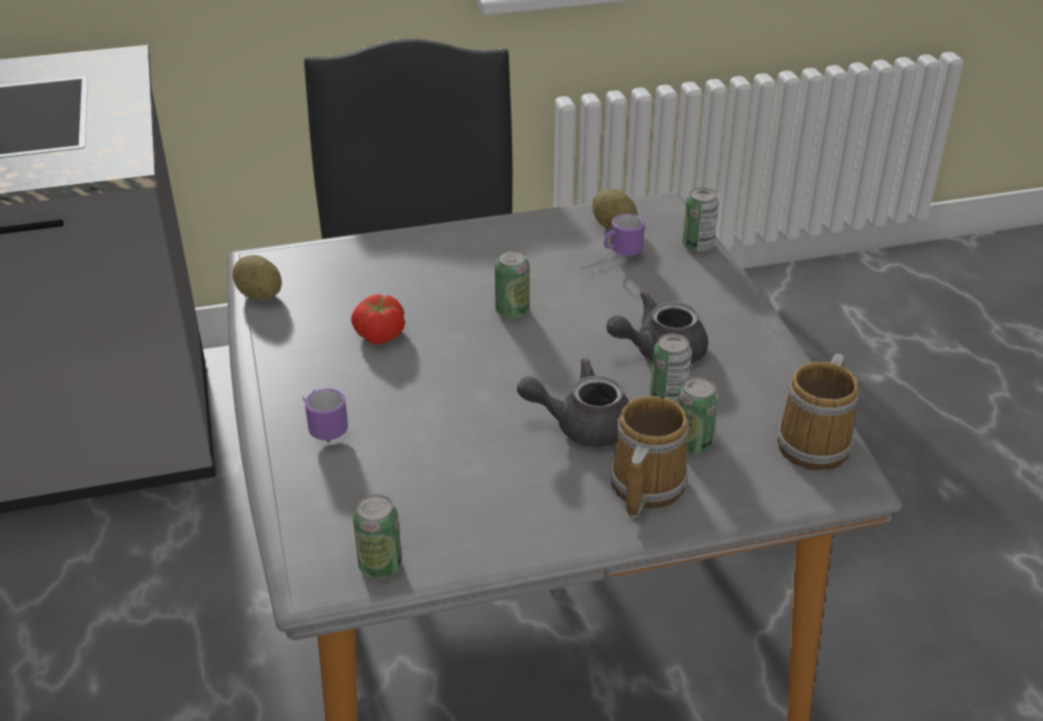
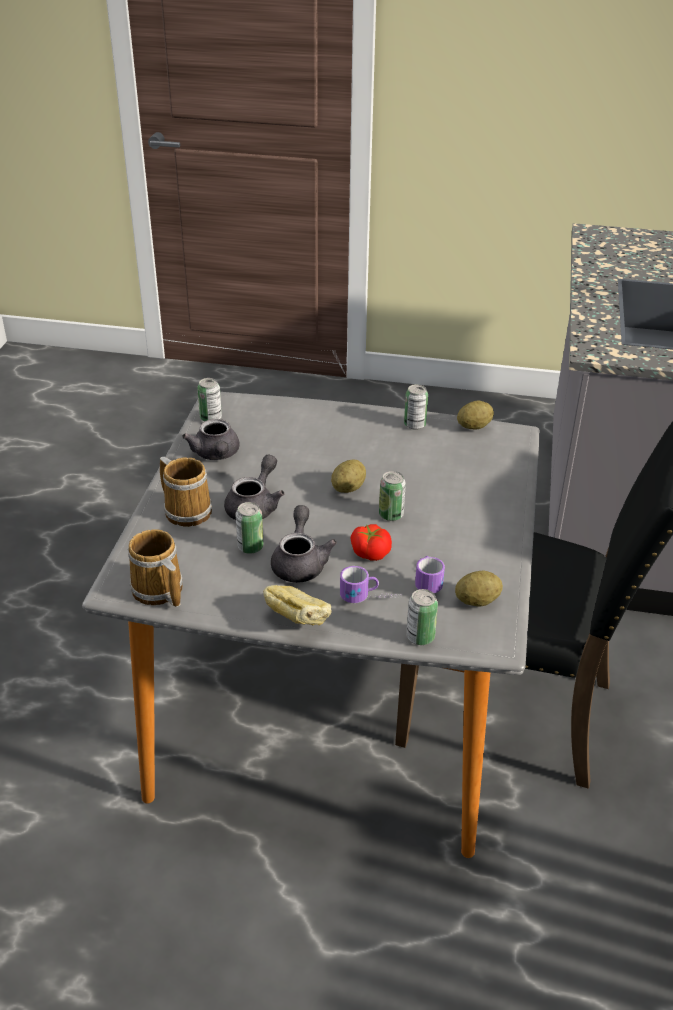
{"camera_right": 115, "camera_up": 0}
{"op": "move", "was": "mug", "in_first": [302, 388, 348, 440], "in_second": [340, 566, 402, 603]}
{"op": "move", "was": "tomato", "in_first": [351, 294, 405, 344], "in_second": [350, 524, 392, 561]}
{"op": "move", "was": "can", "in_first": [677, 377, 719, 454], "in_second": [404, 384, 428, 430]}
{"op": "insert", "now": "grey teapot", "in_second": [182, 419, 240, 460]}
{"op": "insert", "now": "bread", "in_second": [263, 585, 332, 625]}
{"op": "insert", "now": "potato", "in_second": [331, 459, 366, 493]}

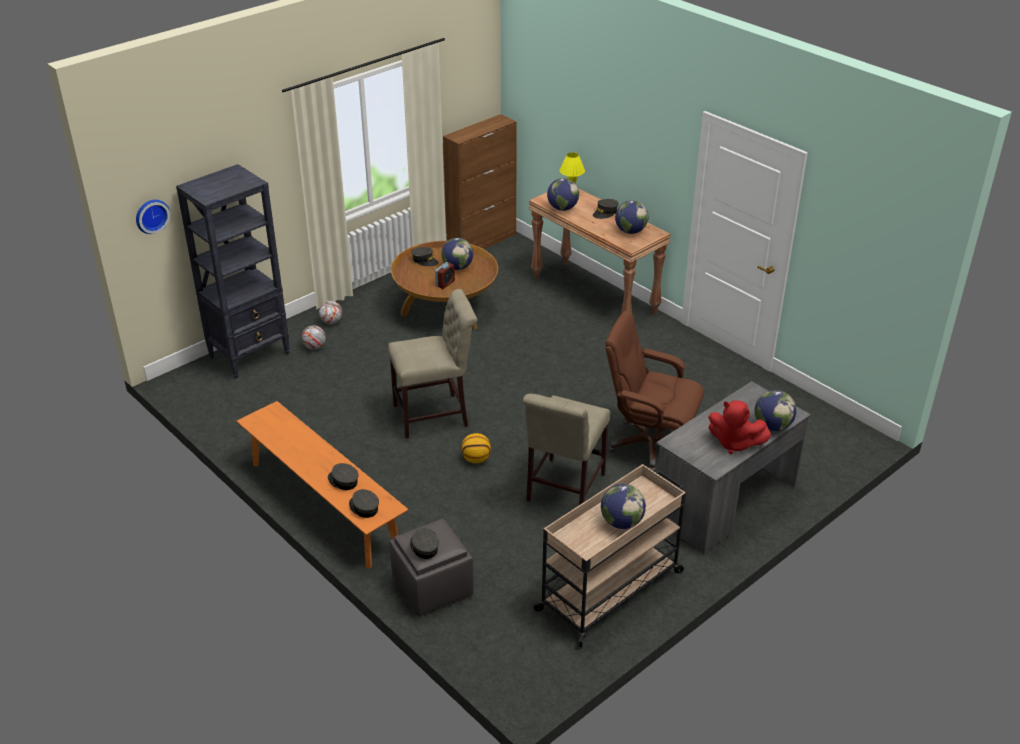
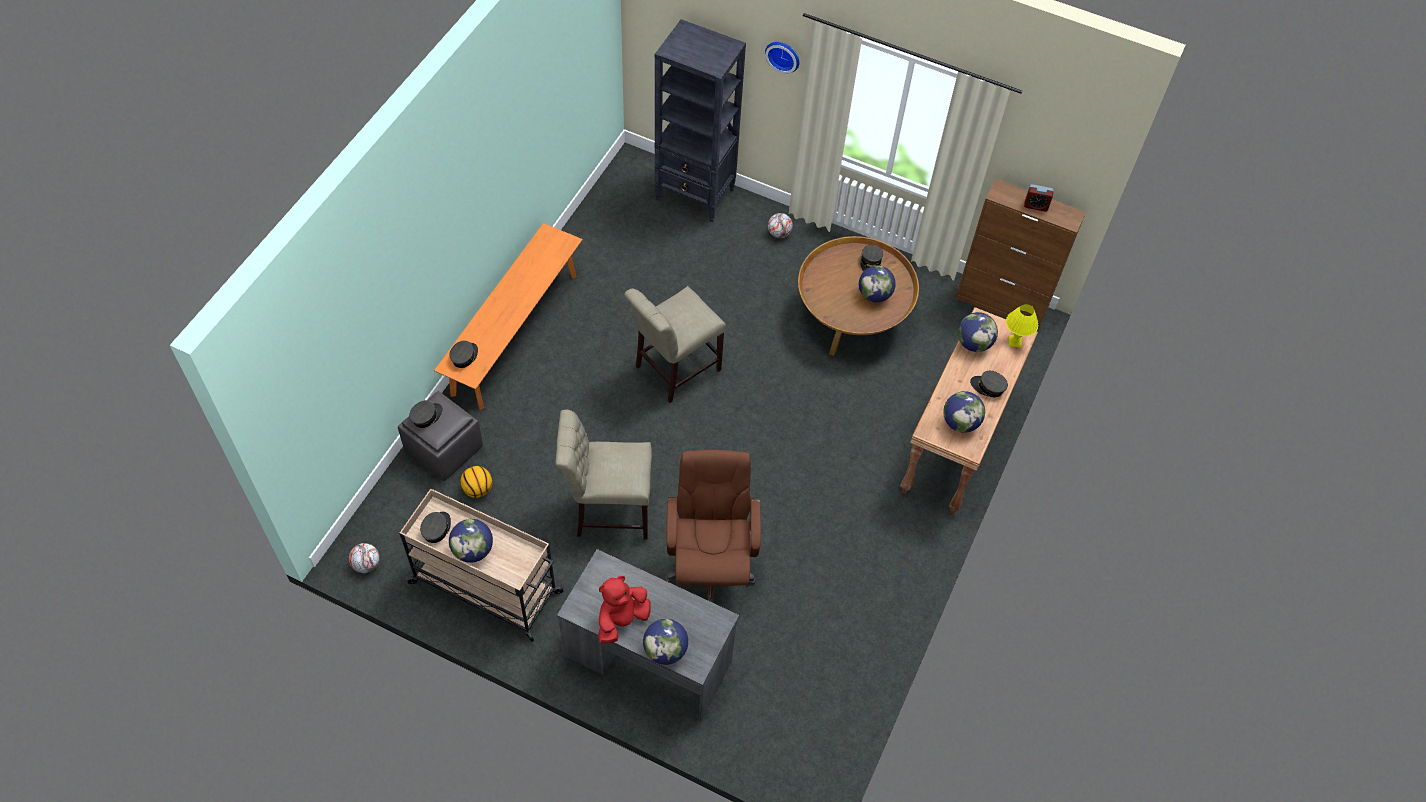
{"camera_right": 65, "camera_up": 20}
{"op": "move", "was": "wall clock", "in_first": [136, 200, 170, 234], "in_second": [765, 42, 799, 74]}
{"op": "move", "was": "football", "in_first": [301, 325, 326, 350], "in_second": [349, 543, 380, 573]}
{"op": "move", "was": "grey cap", "in_first": [328, 463, 359, 490], "in_second": [420, 512, 451, 543]}
{"op": "rotate", "was": "beige chair", "in_first": [388, 289, 477, 439], "in_second": [624, 286, 726, 403], "clockwise": 90}
{"op": "move", "was": "alarm clock", "in_first": [435, 262, 455, 289], "in_second": [1024, 184, 1054, 212]}
{"op": "move", "was": "basketball", "in_first": [461, 433, 491, 464], "in_second": [461, 466, 492, 498]}
{"op": "rotate", "was": "red plush toy", "in_first": [708, 400, 771, 454], "in_second": [598, 576, 651, 644], "clockwise": 45}

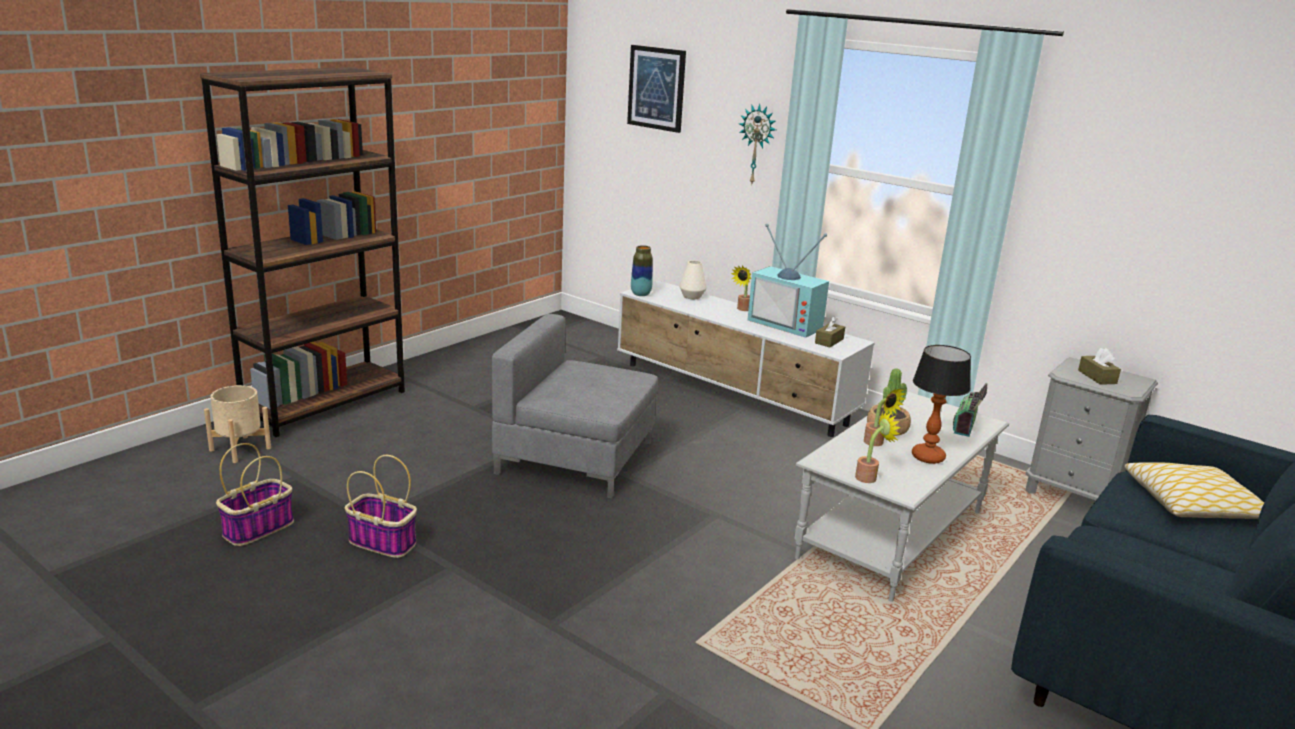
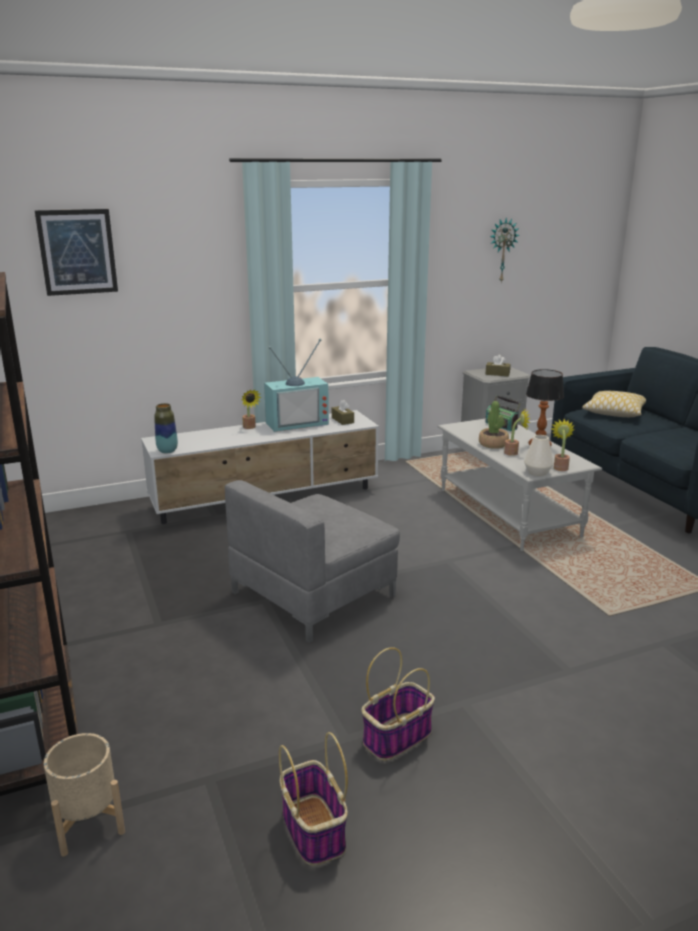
{"camera_right": -60, "camera_up": 0}
{"op": "move", "was": "white vase", "in_first": [679, 260, 707, 299], "in_second": [524, 435, 554, 476]}
{"op": "move", "was": "wall clock", "in_first": [739, 104, 776, 185], "in_second": [490, 217, 520, 282]}

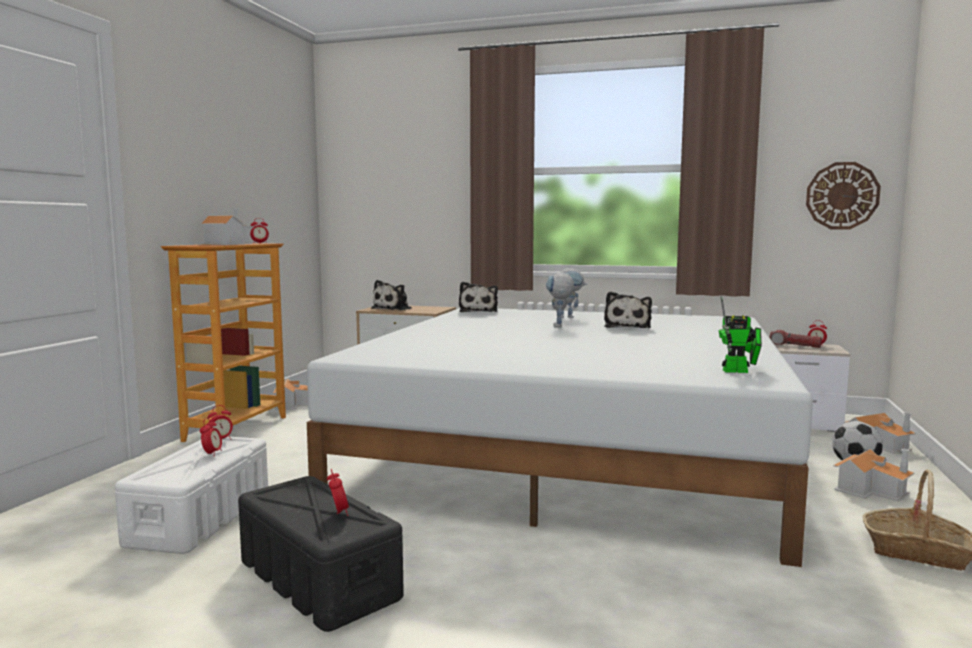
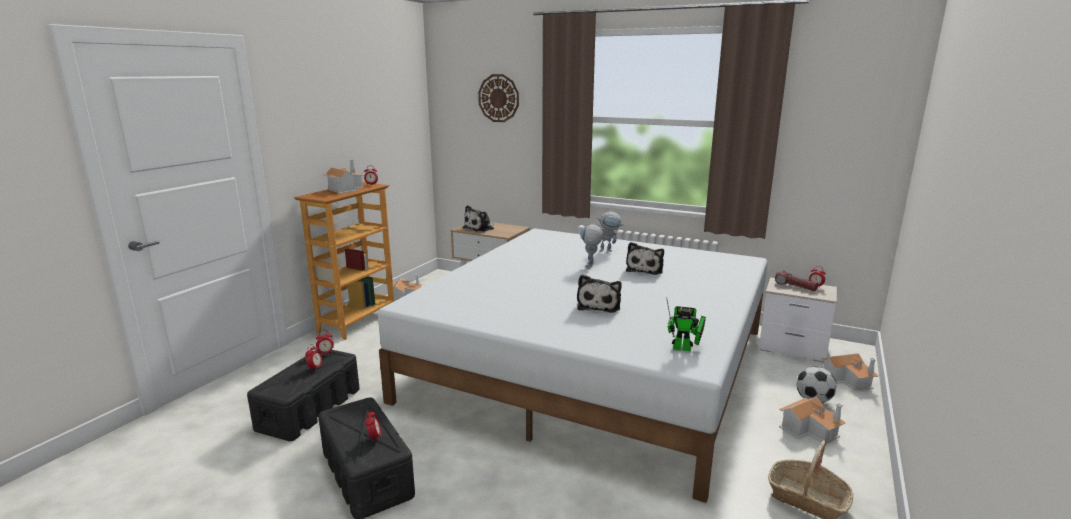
{"camera_right": 10, "camera_up": 10}
{"op": "recolor", "was": "white storage box", "now": "black storage box", "in_first": [115, 436, 268, 554], "in_second": [247, 350, 360, 441]}
{"op": "move", "was": "plush toy", "in_first": [459, 281, 498, 312], "in_second": [577, 274, 622, 313]}
{"op": "move", "was": "wall clock", "in_first": [806, 162, 881, 229], "in_second": [478, 74, 519, 122]}

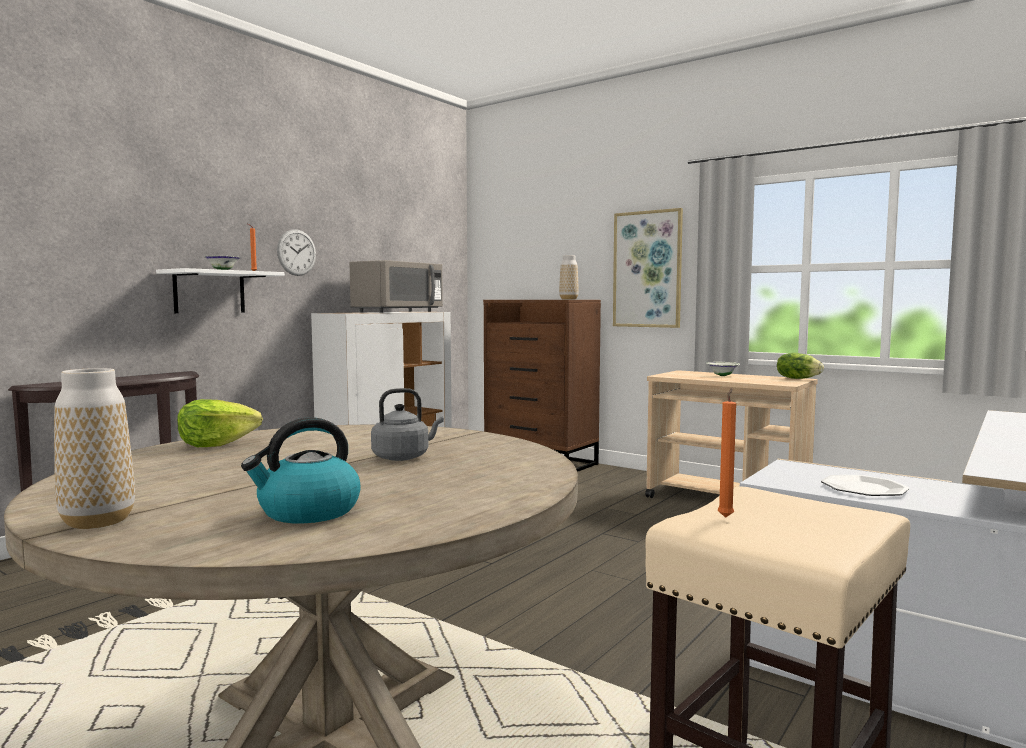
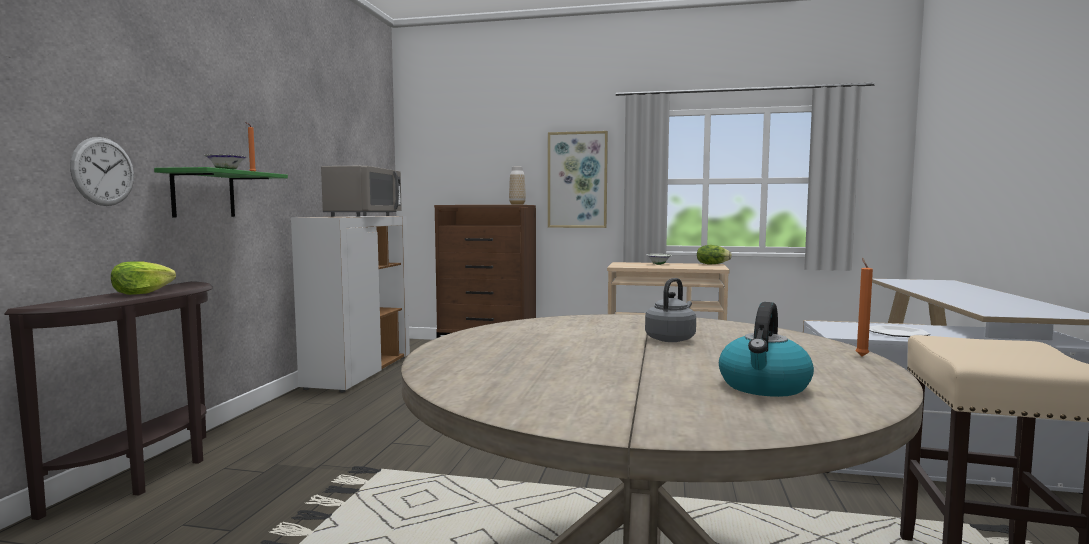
{"camera_right": -25, "camera_up": 0}
{"op": "delete", "was": "vase", "in_first": [54, 368, 135, 529]}
{"op": "recolor", "was": "white shelf", "now": "green shelf", "in_first": [156, 268, 285, 313], "in_second": [154, 167, 288, 218]}
{"op": "move", "was": "lettuce", "in_first": [177, 399, 263, 447], "in_second": [111, 261, 176, 295]}
{"op": "move", "was": "wall clock", "in_first": [277, 229, 316, 276], "in_second": [70, 137, 134, 206]}
{"op": "move", "was": "orange candle", "in_first": [718, 388, 736, 518], "in_second": [855, 258, 873, 356]}

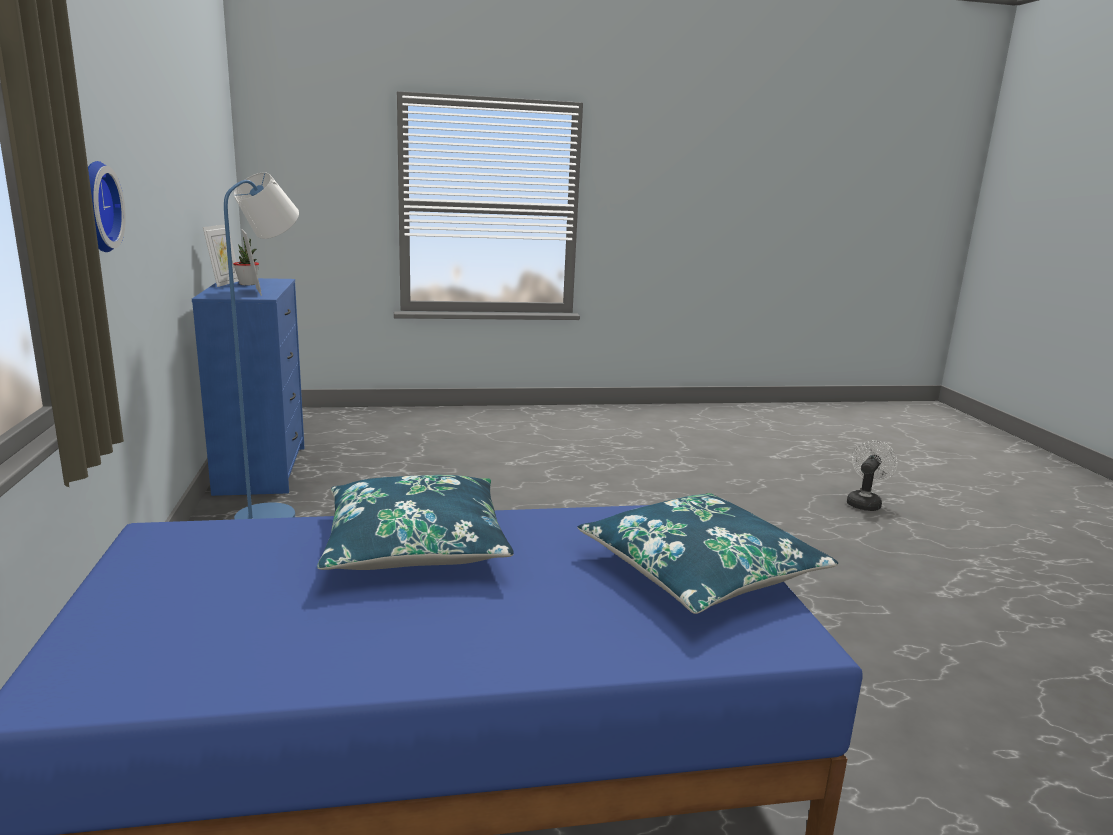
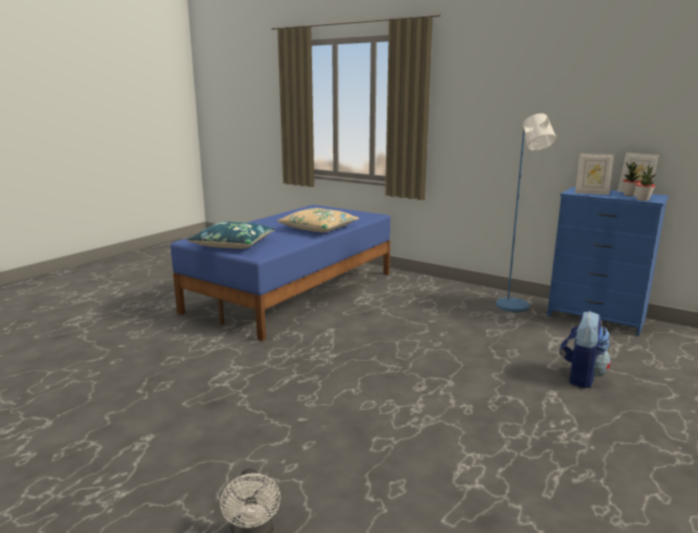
{"camera_right": 135, "camera_up": 0}
{"op": "delete", "was": "wall clock", "in_first": [88, 161, 126, 252]}
{"op": "recolor", "was": "blue pillow", "now": "beige pillow", "in_first": [317, 475, 514, 570], "in_second": [277, 208, 359, 232]}
{"op": "insert", "now": "backpack", "in_second": [559, 311, 611, 388]}
{"op": "insert", "now": "potted plant", "in_second": [635, 165, 656, 201]}

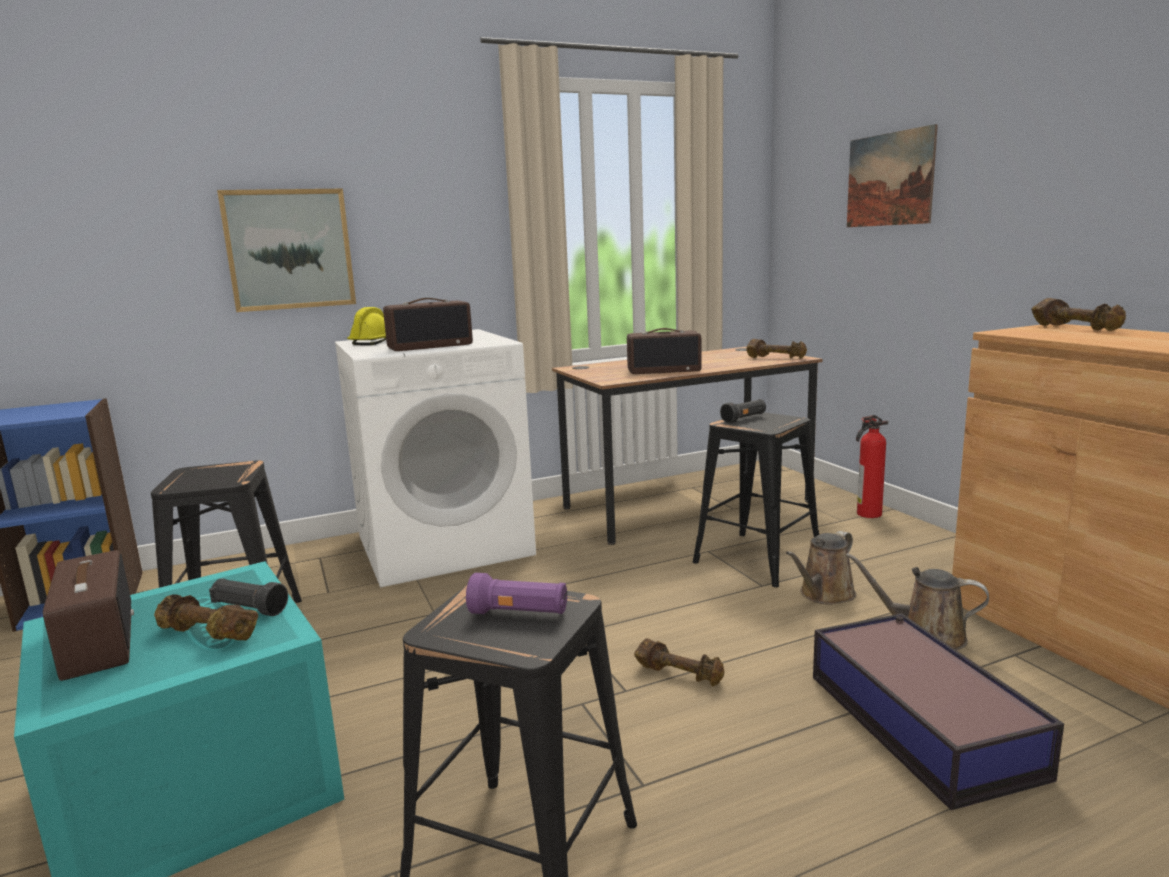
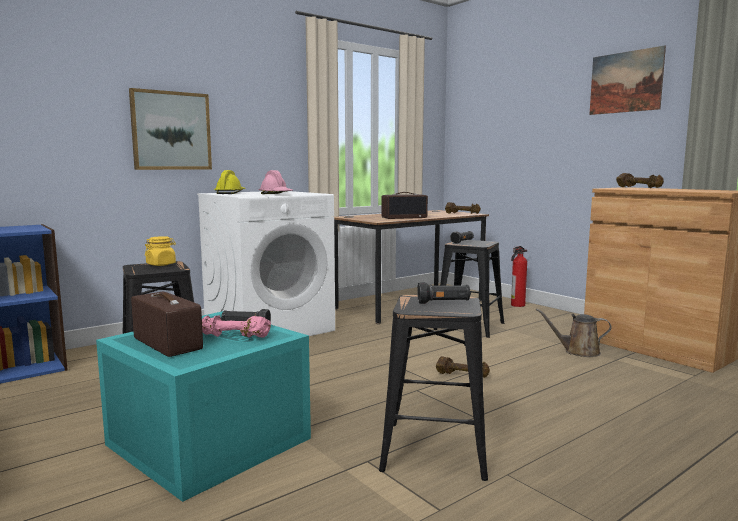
{"camera_right": -15, "camera_up": -5}
{"op": "recolor", "was": "brown dumbbell", "now": "pink dumbbell", "in_first": [154, 594, 258, 640], "in_second": [202, 315, 271, 337]}
{"op": "replace", "was": "radio", "now": "pink hard hat", "in_first": [383, 298, 473, 351], "in_second": [259, 170, 293, 194]}
{"op": "recolor", "was": "purple flashlight", "now": "black flashlight", "in_first": [466, 573, 567, 614], "in_second": [417, 282, 471, 304]}
{"op": "delete", "was": "brown watering can", "in_first": [786, 531, 856, 605]}
{"op": "delete", "was": "storage box", "in_first": [813, 613, 1064, 810]}
{"op": "move", "was": "picture", "in_first": [847, 124, 938, 227], "in_second": [589, 46, 666, 115]}
{"op": "insert", "now": "yellow jar", "in_second": [145, 236, 176, 266]}

